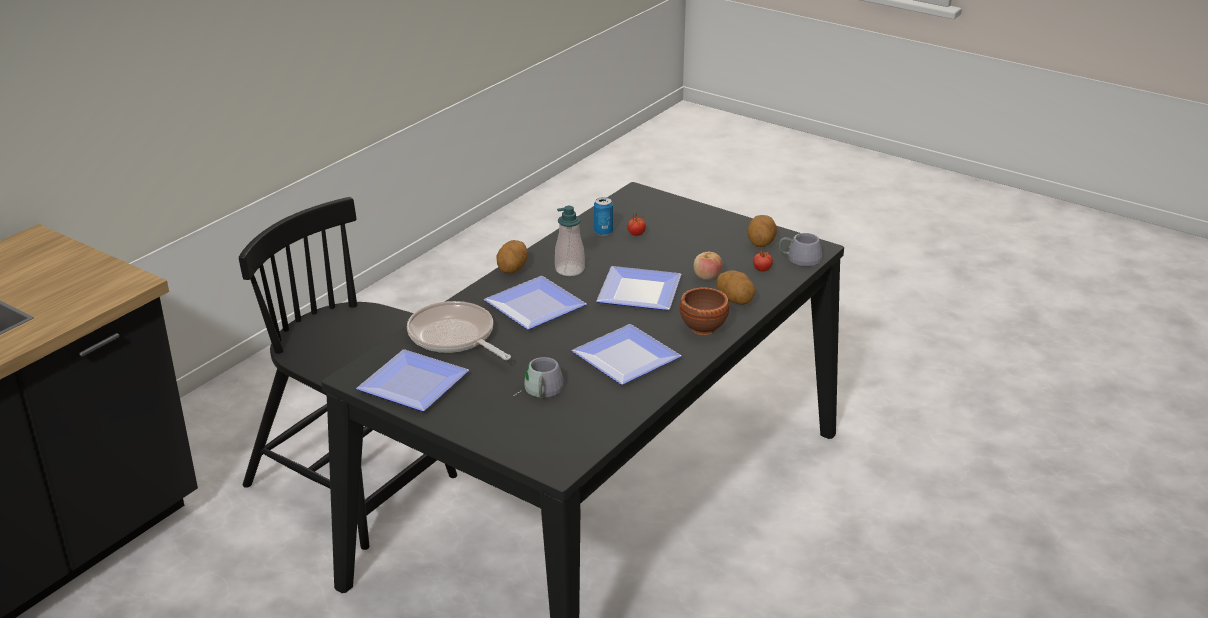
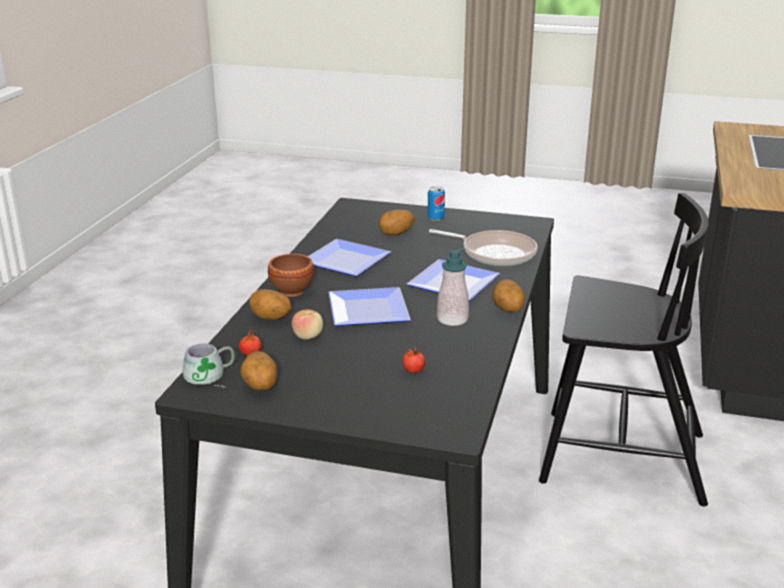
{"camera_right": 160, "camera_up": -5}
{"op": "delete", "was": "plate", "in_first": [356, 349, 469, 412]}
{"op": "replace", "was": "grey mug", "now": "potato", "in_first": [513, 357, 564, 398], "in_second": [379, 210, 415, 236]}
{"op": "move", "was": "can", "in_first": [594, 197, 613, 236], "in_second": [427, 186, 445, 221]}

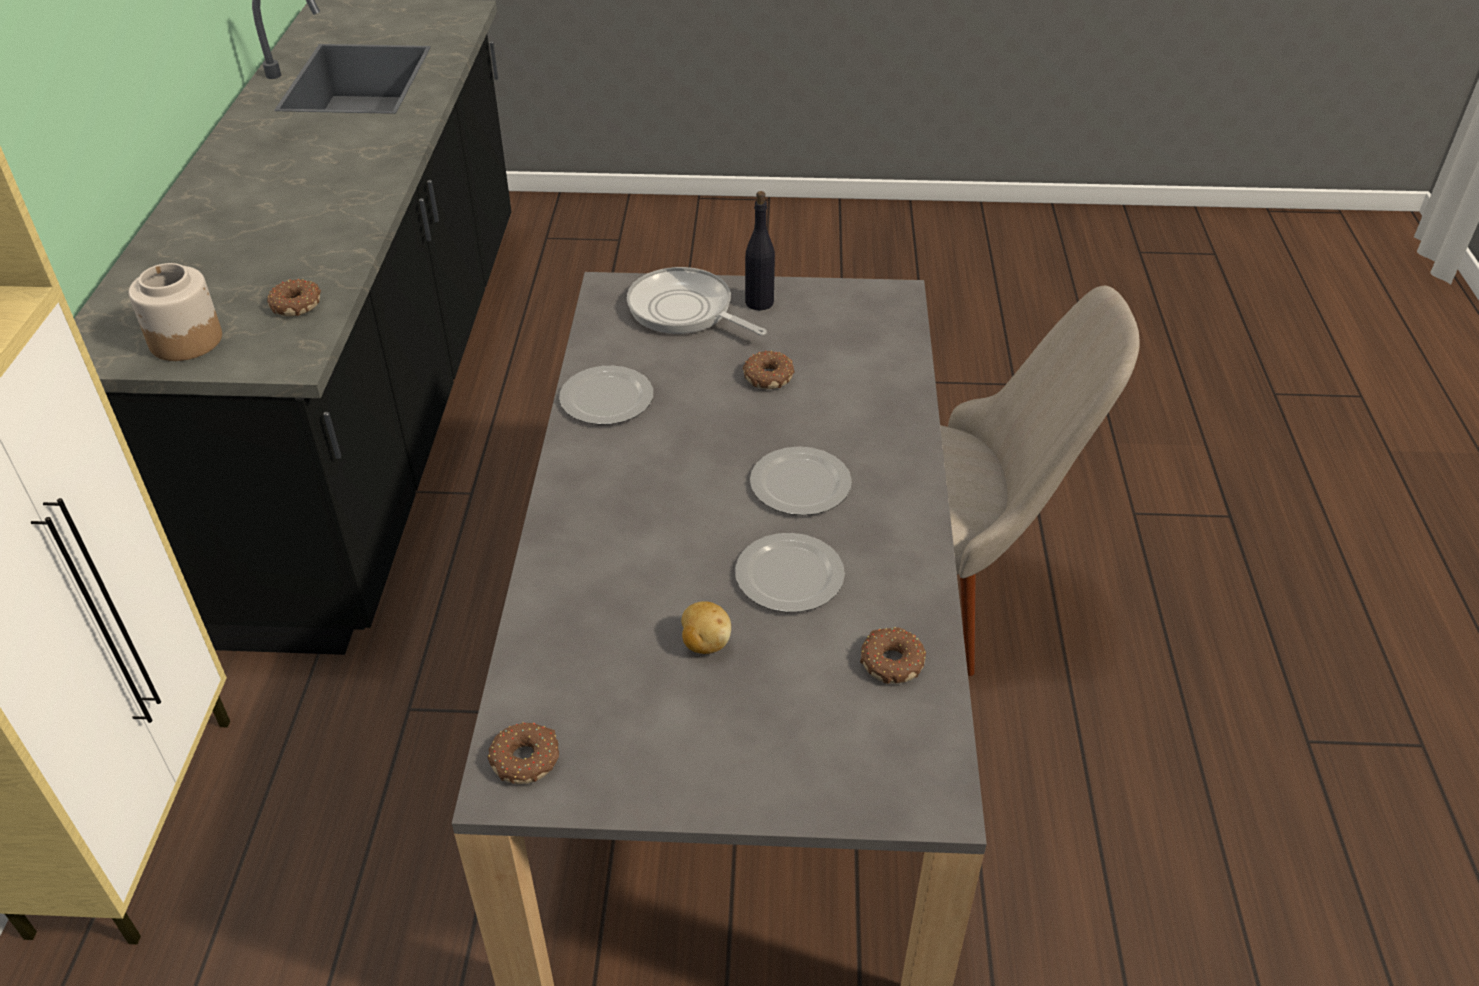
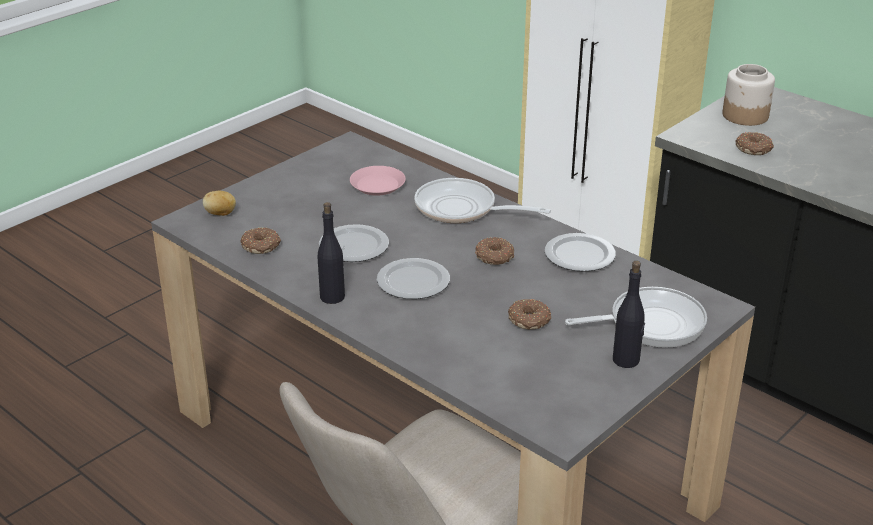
{"camera_right": 130, "camera_up": -10}
{"op": "move", "was": "donut", "in_first": [488, 722, 559, 784], "in_second": [475, 237, 514, 265]}
{"op": "move", "was": "potato", "in_first": [681, 601, 731, 654], "in_second": [203, 191, 236, 216]}
{"op": "insert", "now": "black bottle", "in_second": [318, 202, 345, 304]}
{"op": "insert", "now": "pink plate", "in_second": [350, 166, 406, 196]}
{"op": "insert", "now": "frying pan", "in_second": [414, 178, 551, 223]}

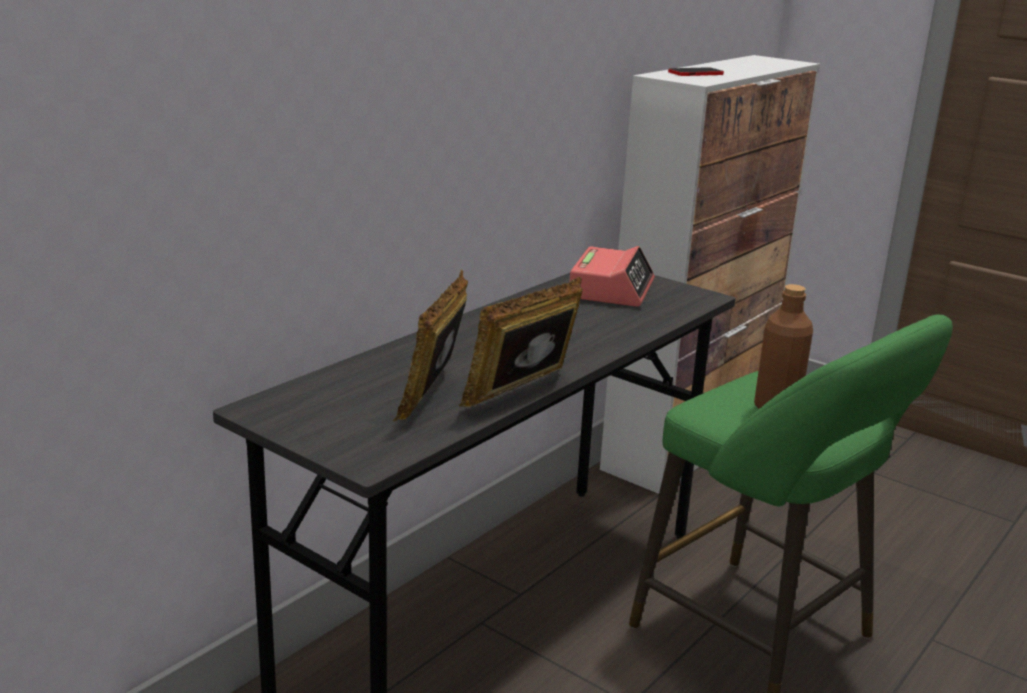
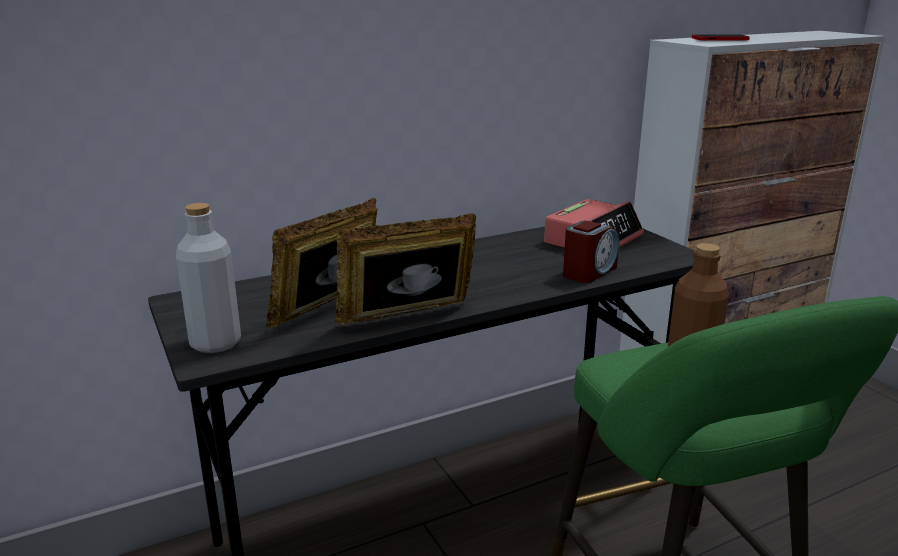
{"camera_right": 25, "camera_up": 0}
{"op": "insert", "now": "grey bottle", "in_second": [176, 203, 241, 353]}
{"op": "insert", "now": "alarm clock", "in_second": [563, 220, 619, 283]}

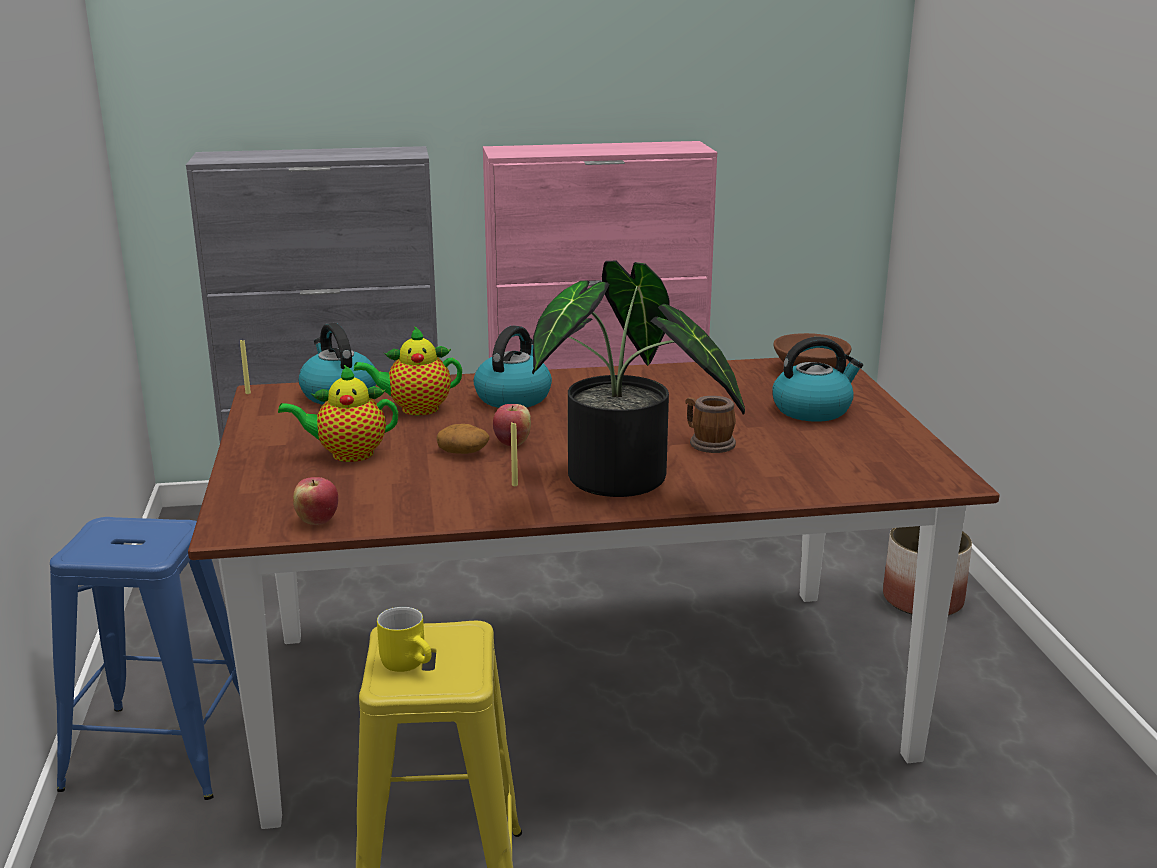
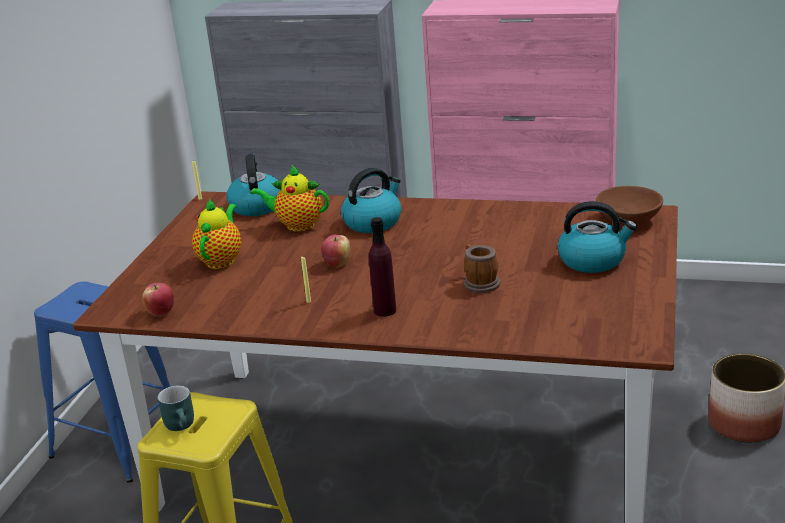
{"camera_right": 25, "camera_up": 5}
{"op": "rotate", "was": "teapot", "in_first": [278, 364, 398, 462], "in_second": [192, 198, 241, 269], "clockwise": 90}
{"op": "recolor", "was": "yellow mug", "now": "turquoise mug", "in_first": [377, 607, 432, 672], "in_second": [158, 386, 194, 431]}
{"op": "delete", "was": "potato", "in_first": [436, 424, 489, 454]}
{"op": "replace", "was": "potted plant", "now": "purple bottle", "in_first": [532, 261, 745, 497], "in_second": [369, 217, 396, 317]}

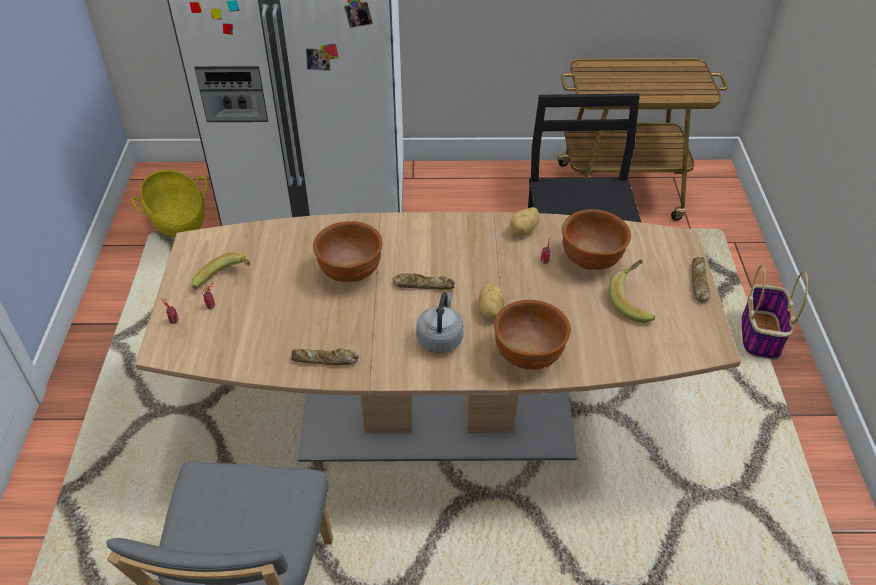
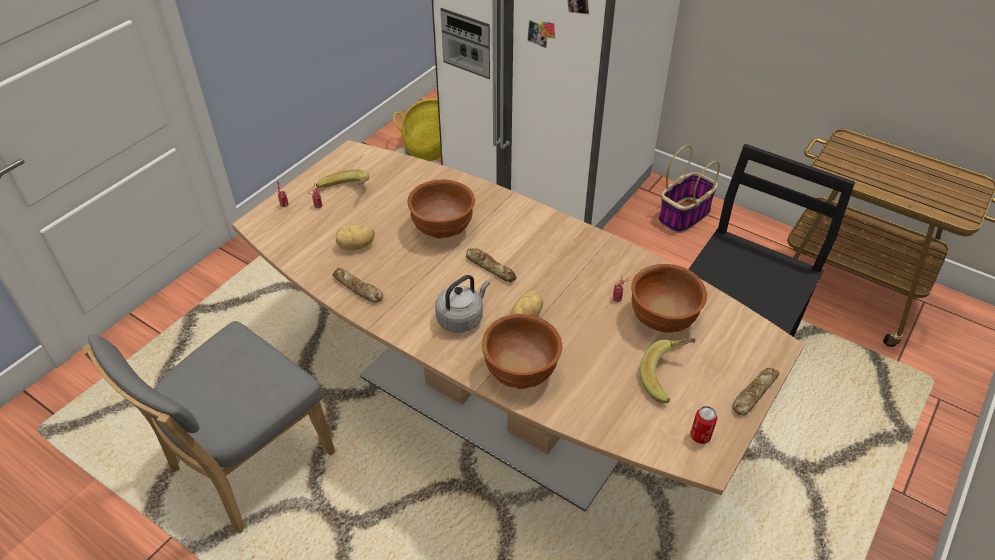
{"camera_right": 35, "camera_up": 0}
{"op": "move", "was": "potato", "in_first": [510, 207, 539, 236], "in_second": [336, 224, 375, 250]}
{"op": "move", "was": "basket", "in_first": [741, 265, 808, 360], "in_second": [658, 145, 720, 233]}
{"op": "insert", "now": "can", "in_second": [690, 406, 717, 444]}

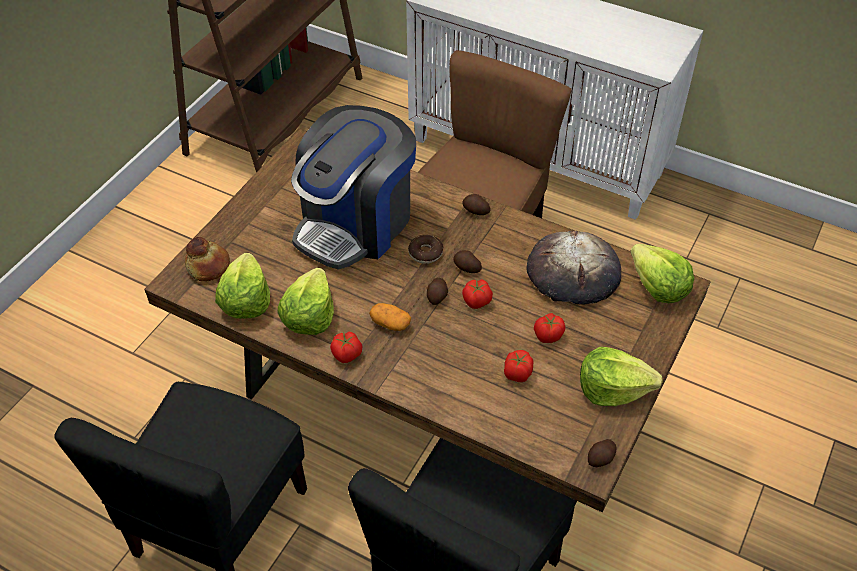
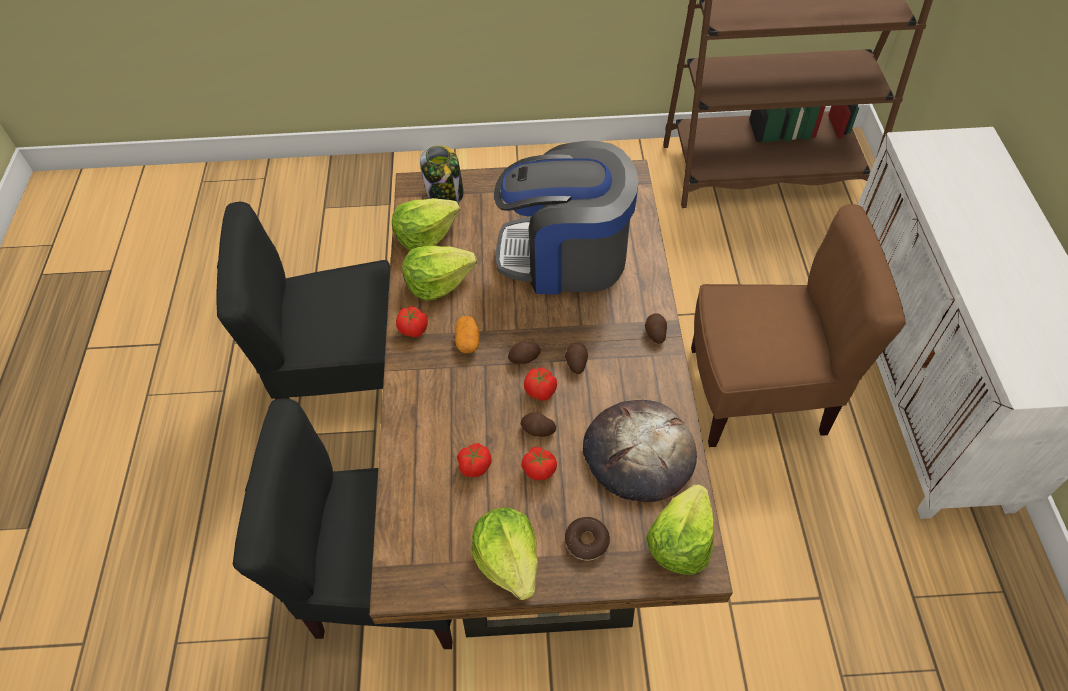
{"camera_right": 60, "camera_up": 5}
{"op": "replace", "was": "bread", "now": "jar", "in_first": [185, 237, 230, 282], "in_second": [420, 145, 464, 203]}
{"op": "move", "was": "donut", "in_first": [408, 235, 443, 264], "in_second": [565, 517, 610, 561]}
{"op": "move", "was": "potato", "in_first": [588, 439, 616, 467], "in_second": [521, 413, 556, 437]}

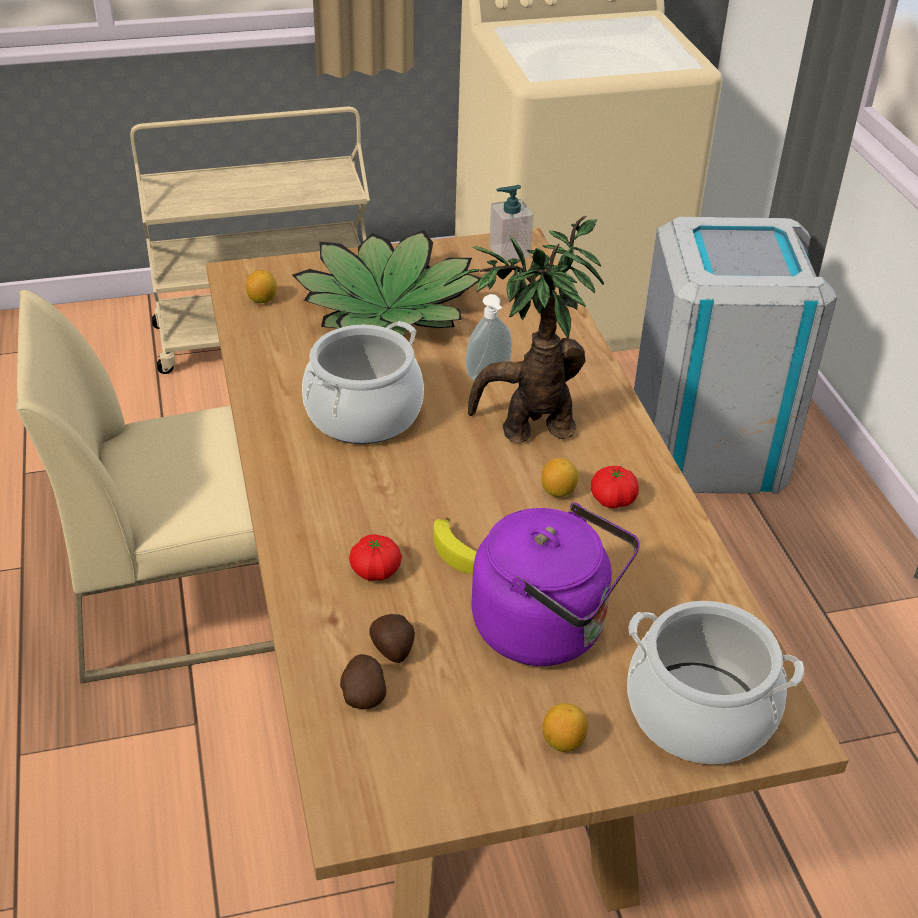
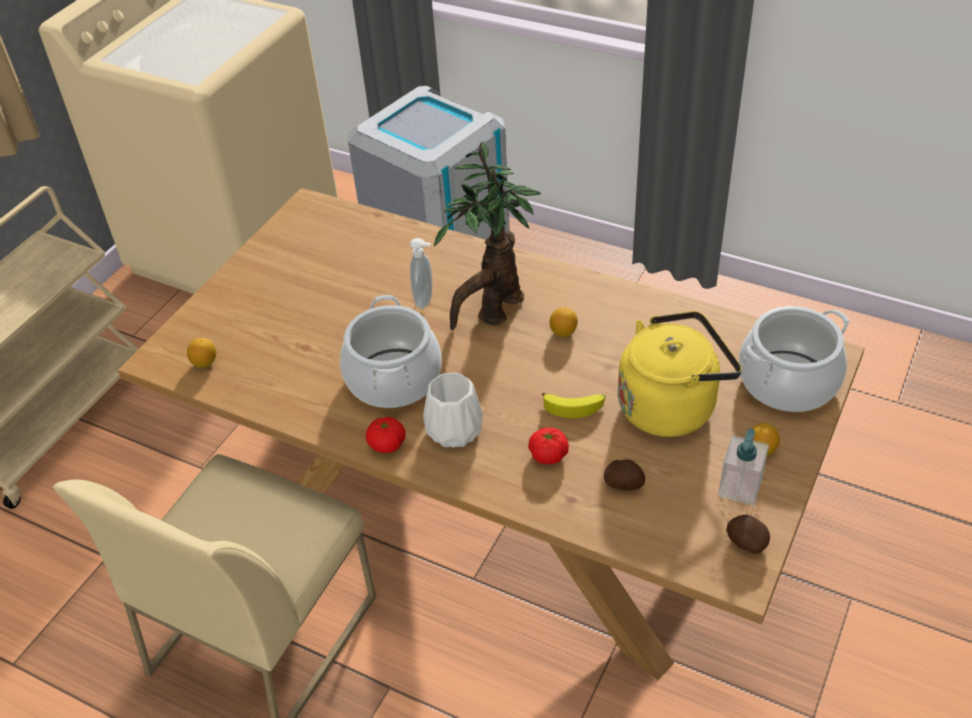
{"camera_right": -45, "camera_up": 5}
{"op": "delete", "was": "potted plant", "in_first": [292, 230, 481, 336]}
{"op": "move", "was": "potato", "in_first": [340, 654, 387, 709], "in_second": [726, 515, 770, 554]}
{"op": "recolor", "was": "purple kettle", "now": "yellow kettle", "in_first": [472, 503, 640, 666], "in_second": [618, 311, 742, 437]}
{"op": "move", "was": "soap dispenser", "in_first": [489, 185, 533, 262], "in_second": [718, 429, 769, 506]}
{"op": "move", "was": "tomato", "in_first": [591, 466, 639, 508], "in_second": [366, 417, 406, 453]}
{"op": "insert", "now": "white vase", "in_second": [423, 373, 483, 448]}

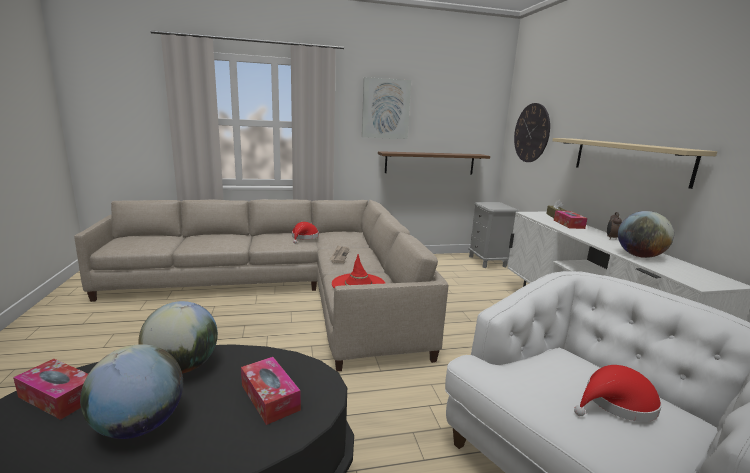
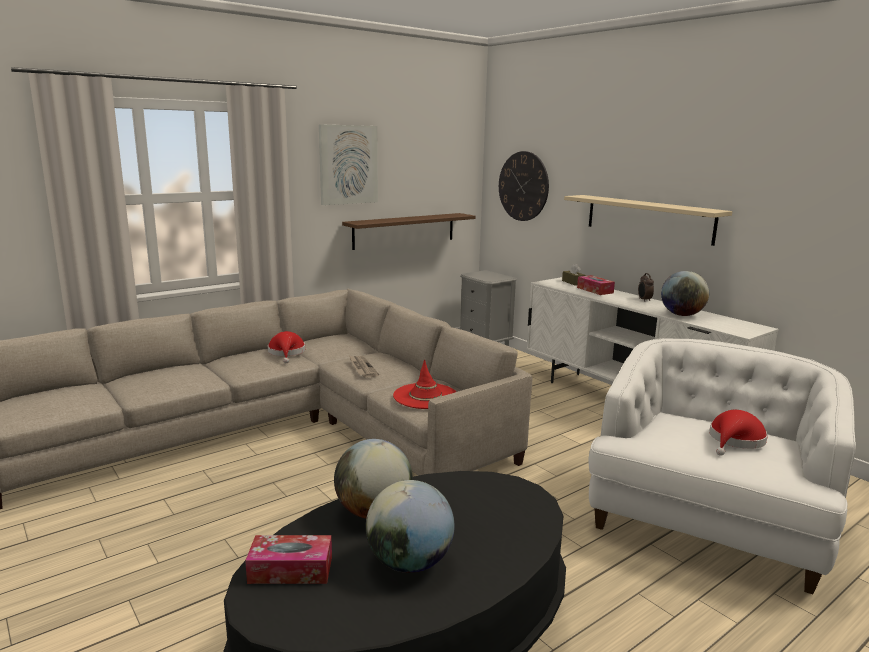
{"camera_right": -25, "camera_up": 0}
{"op": "delete", "was": "tissue box", "in_first": [241, 357, 301, 425]}

